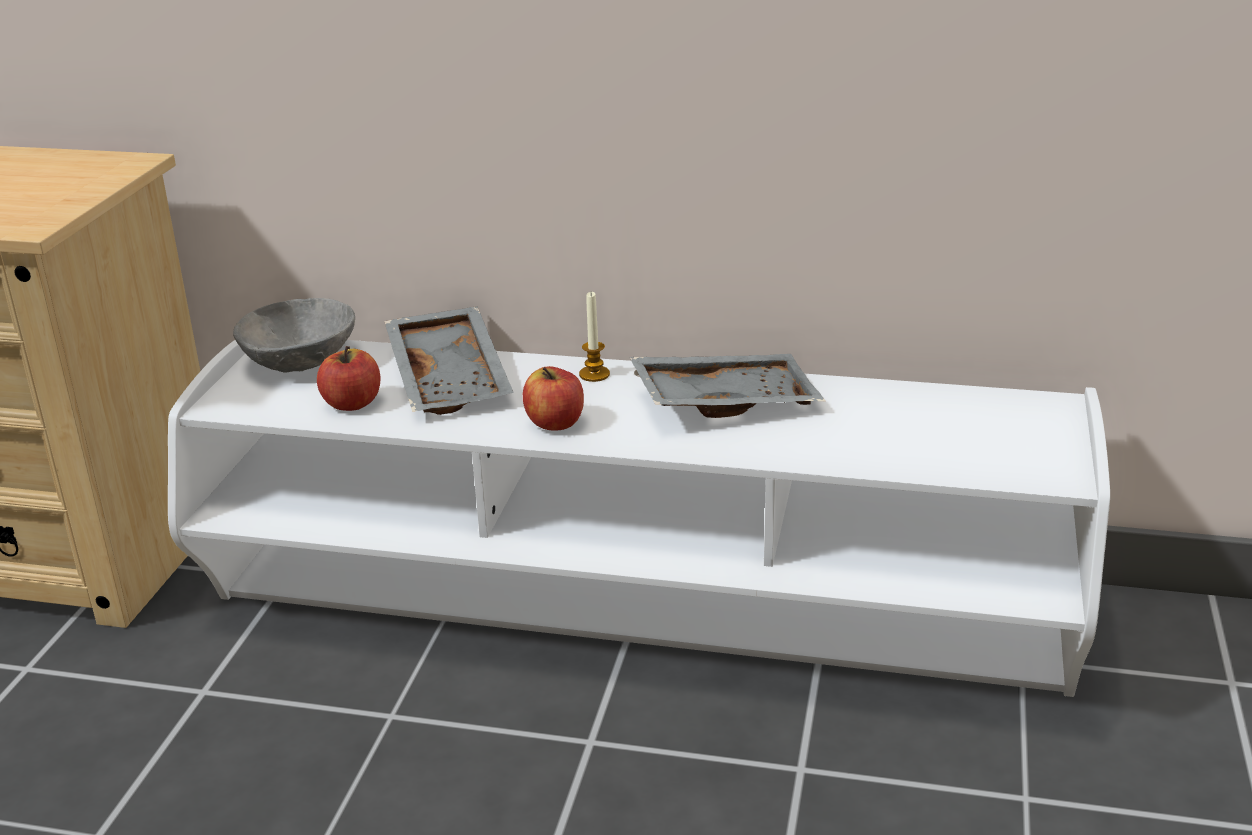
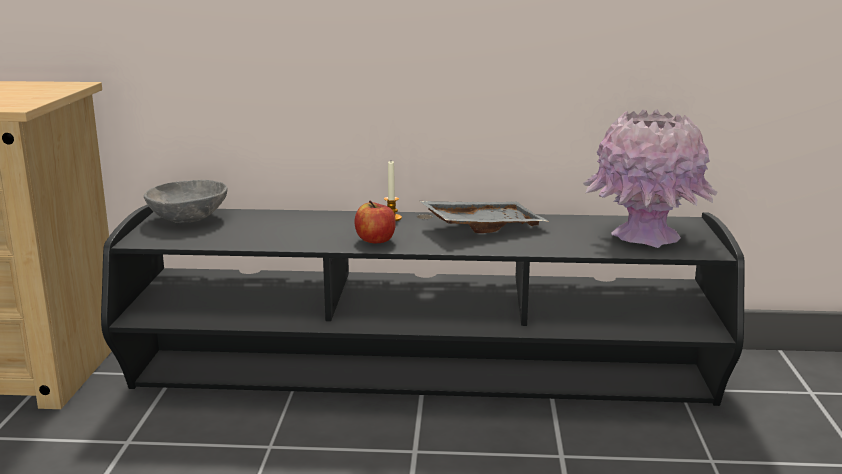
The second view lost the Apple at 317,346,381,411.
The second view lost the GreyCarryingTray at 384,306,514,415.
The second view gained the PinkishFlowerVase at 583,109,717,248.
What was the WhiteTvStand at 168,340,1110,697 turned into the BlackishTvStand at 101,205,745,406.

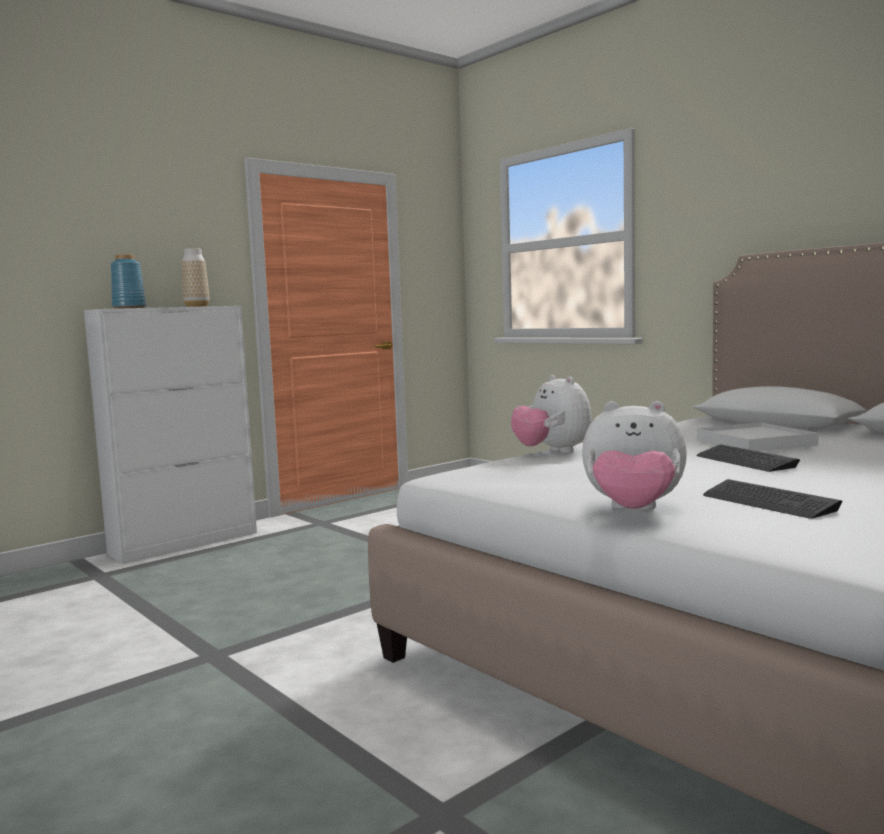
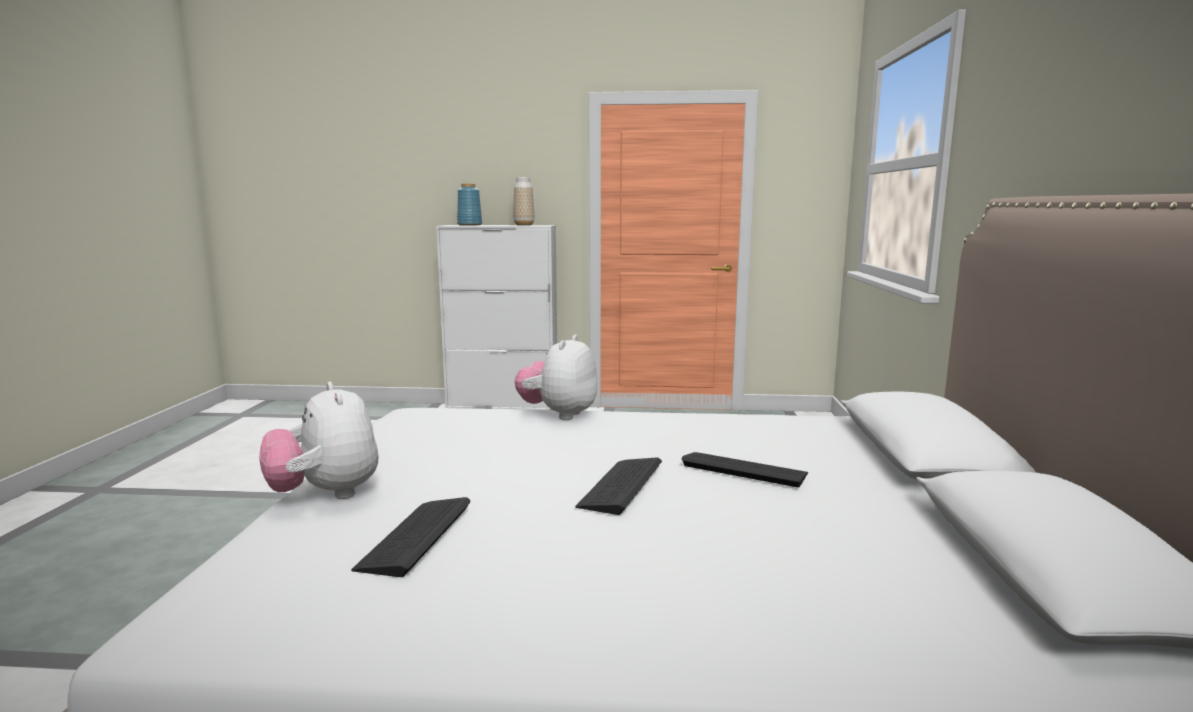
Where the WhiteCarryingTray stood at 697,423,819,452, the PcKeyboard came to stand at 682,452,808,487.

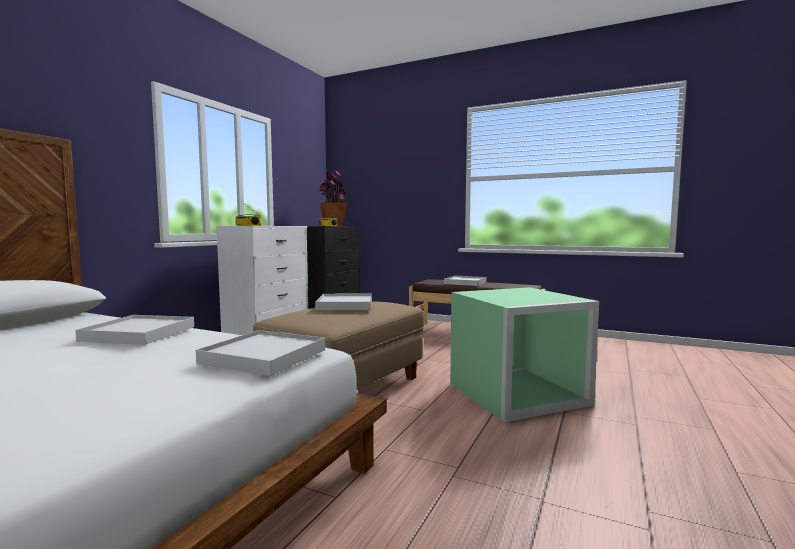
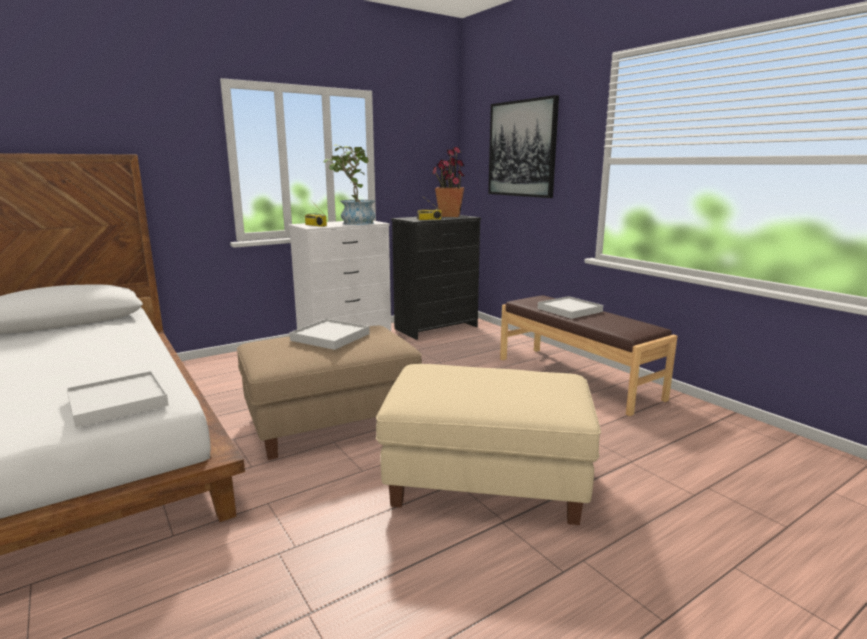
The second view lost the WhiteCarryingTray at 75,315,194,345.
The second view gained the PlantInAPot at 323,144,376,225.
The second view gained the WallArt at 488,95,559,198.
Where the GreenStorageBox stood at 450,287,599,422, the SandColouredOttoman came to stand at 376,364,601,525.

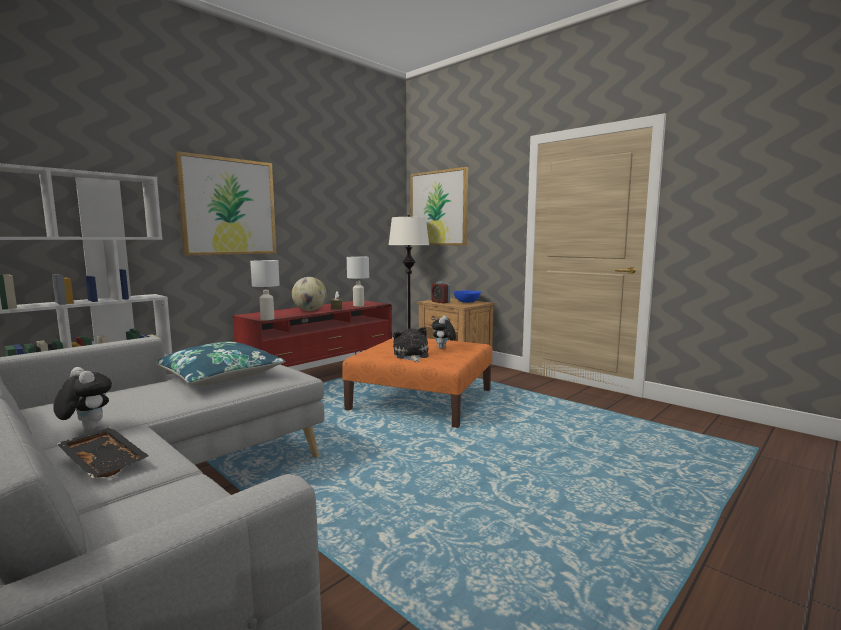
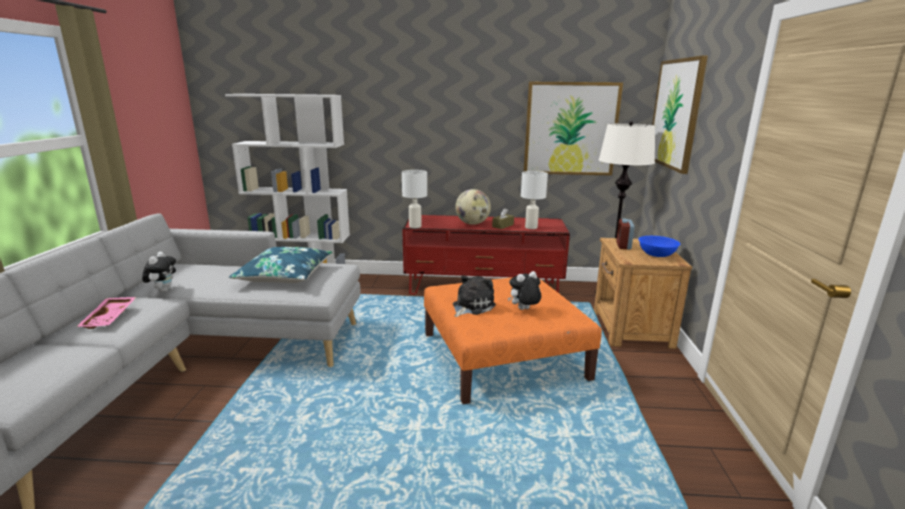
The WallArt ended up elsewhere, having gone from 175,151,276,256 to 523,82,623,176.
What was the BlackishCarryingTray at 56,427,149,478 turned into the PinkishCarryingTray at 76,297,136,329.

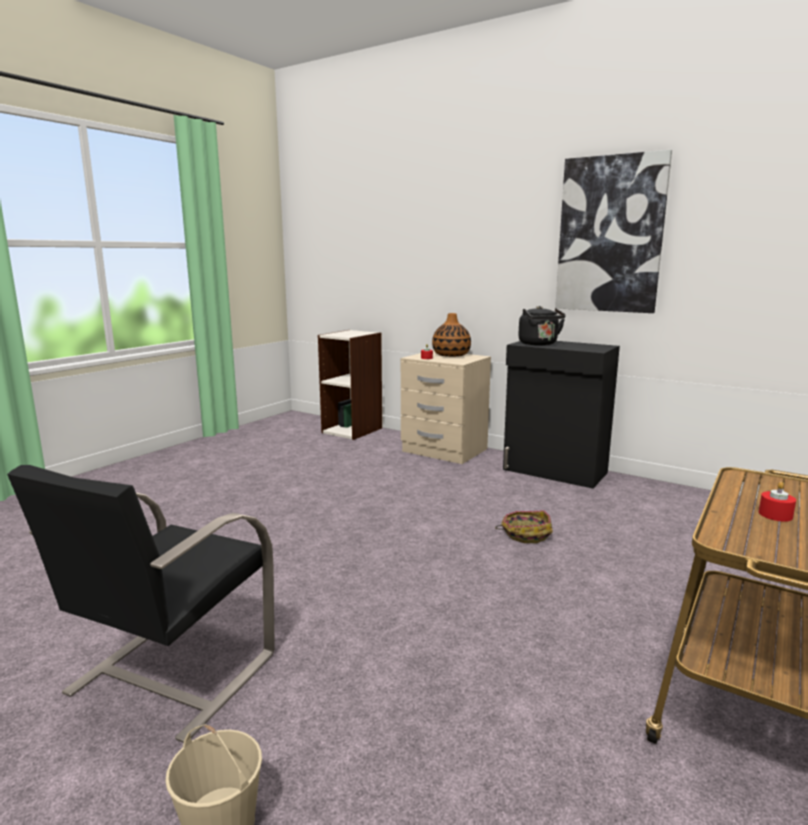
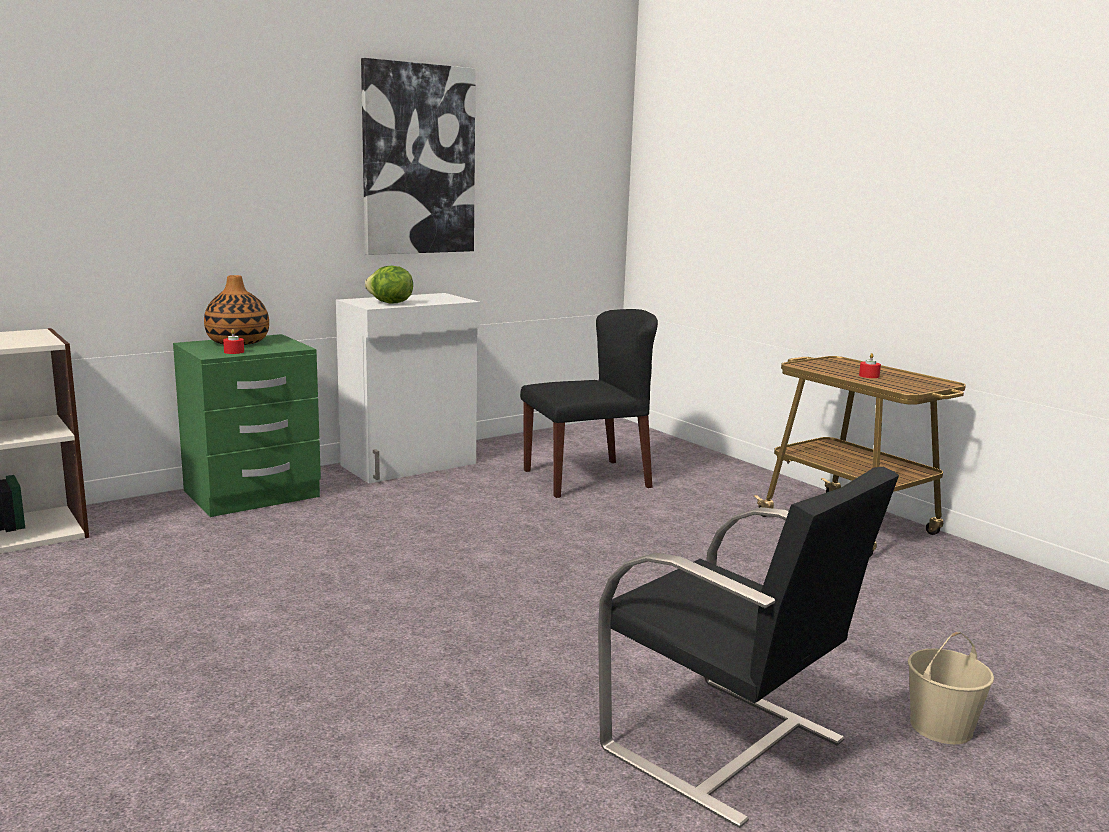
The second view lost the Basket at 495,510,553,543.
The second view gained the BlackishChair at 520,309,658,498.
Where the BlackishWaterKettle stood at 518,306,565,346, the LettuceHead came to stand at 365,266,413,304.
What was the SandColouredNightTable at 401,351,491,464 turned into the GreenNightTable at 173,334,321,517.
What was the BlackishStorageCabinet at 503,341,620,489 turned into the WhiteStorageCabinet at 336,293,480,483.

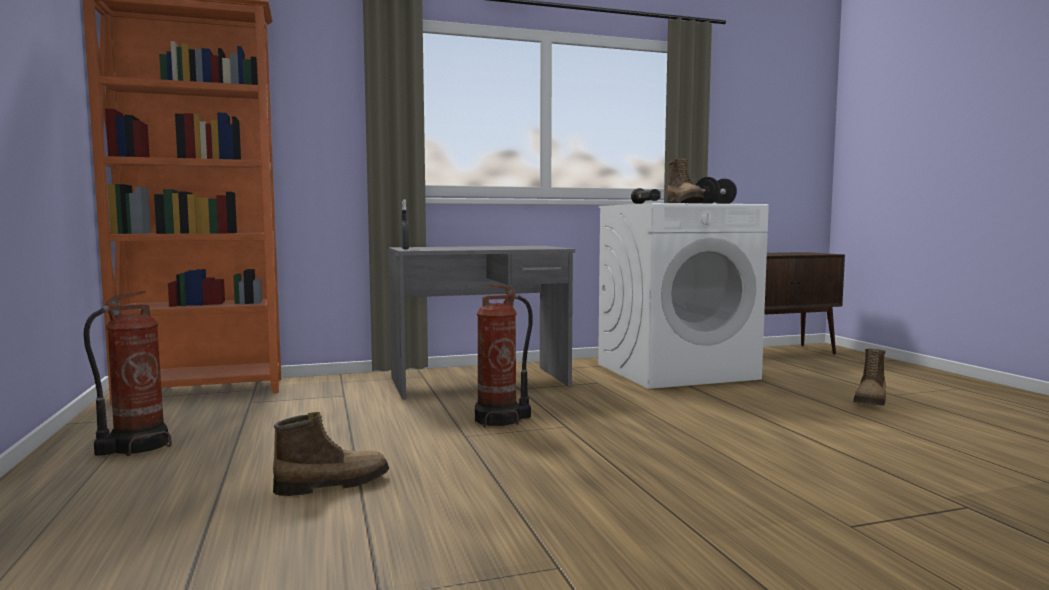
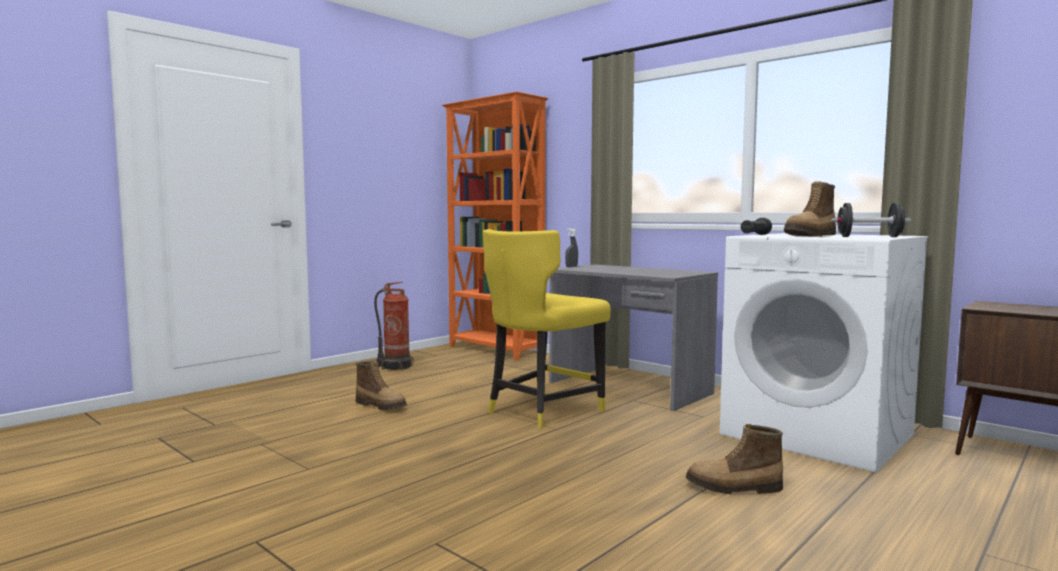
The TallBoot ended up elsewhere, having gone from 853,349,886,406 to 686,424,783,494.
Where the Extinguisher stood at 475,284,533,427, the YellowishChair came to stand at 483,229,611,429.

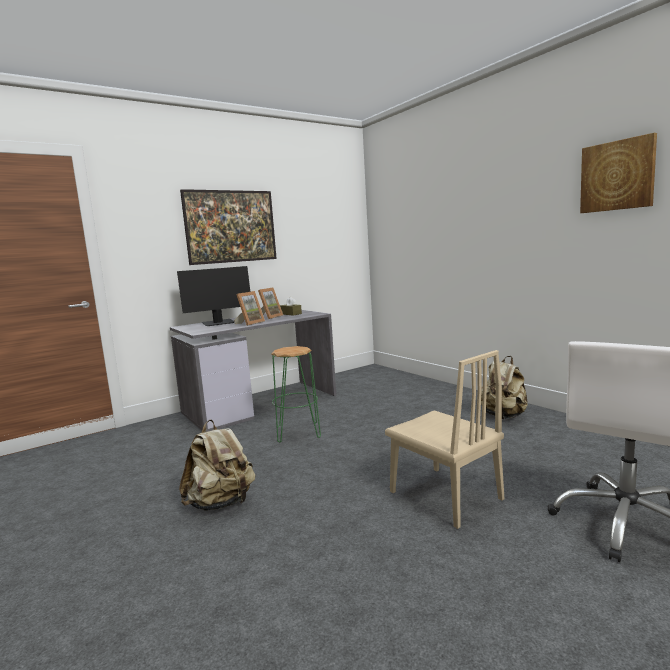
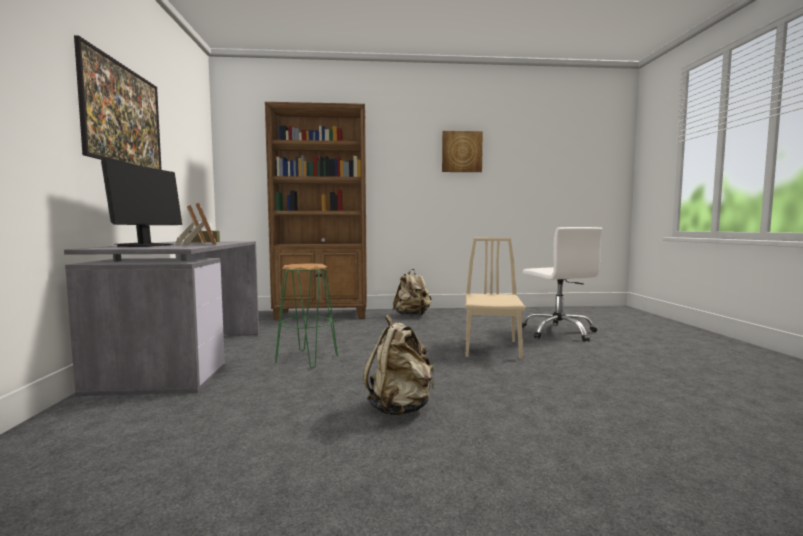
The second view gained the BrownColouredBookcase at 265,102,367,320.
The SandColouredChair at 385,350,504,529 ended up facing another way, 75 degrees counterclockwise from before.

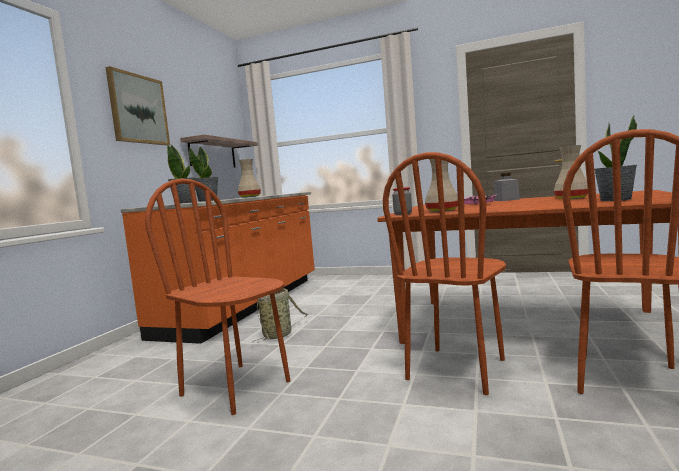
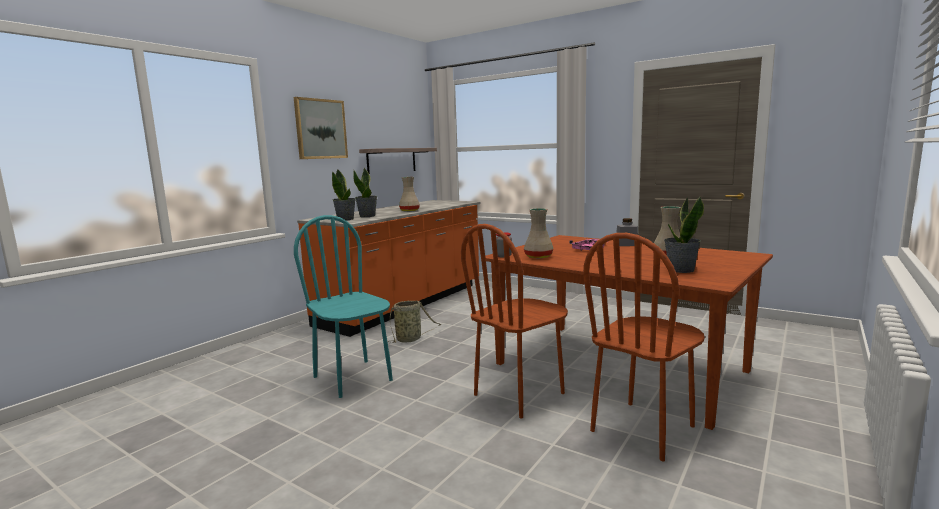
What was the BrownColouredChair at 145,179,290,415 turned into the TurquoiseChair at 294,215,393,398.

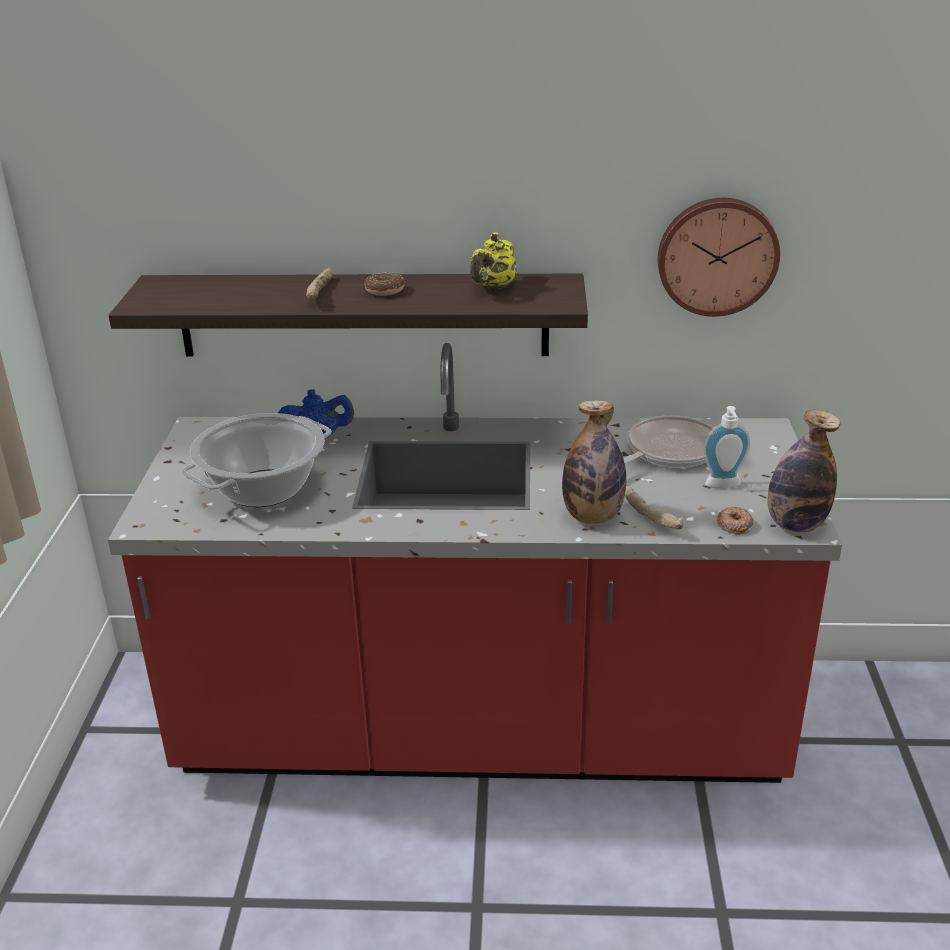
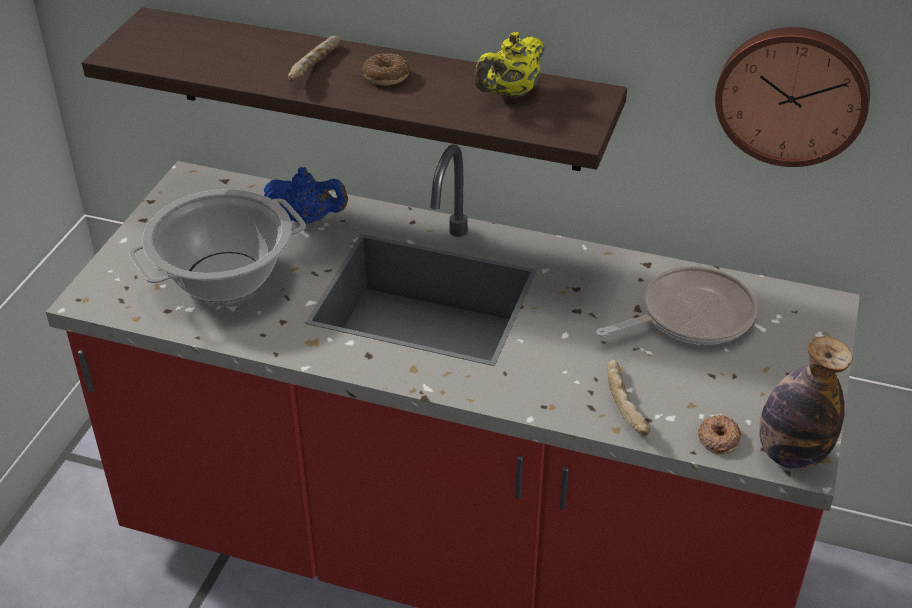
The second view lost the BeverageBottle at 562,400,626,524.
The second view lost the LiquidSoapBottle at 704,406,750,489.

